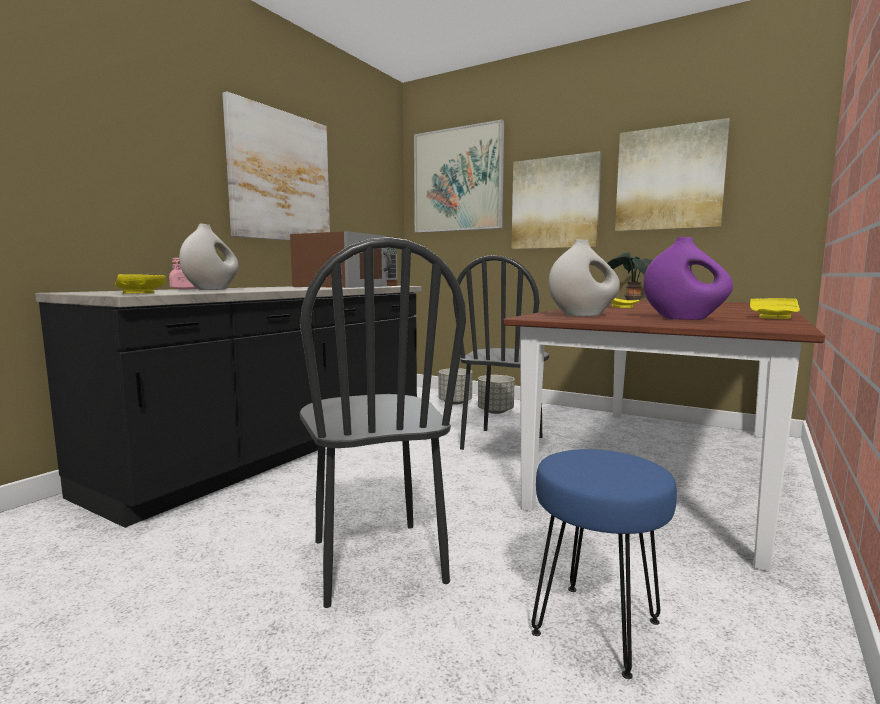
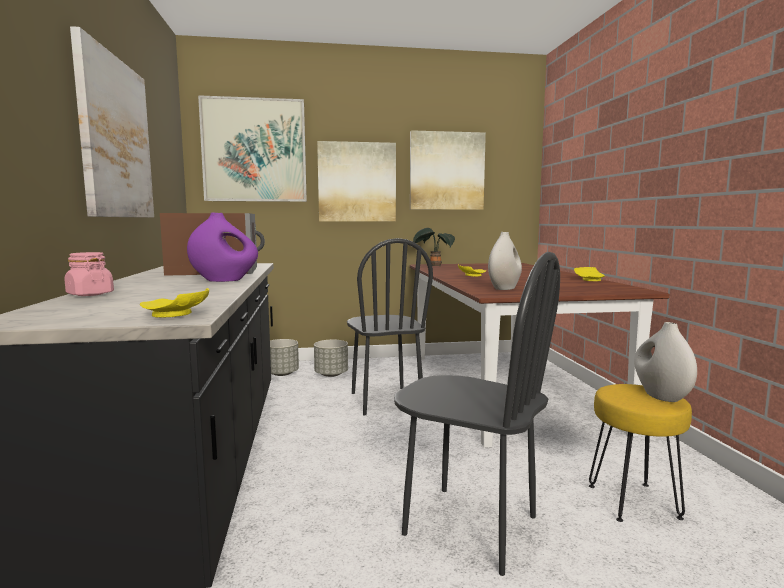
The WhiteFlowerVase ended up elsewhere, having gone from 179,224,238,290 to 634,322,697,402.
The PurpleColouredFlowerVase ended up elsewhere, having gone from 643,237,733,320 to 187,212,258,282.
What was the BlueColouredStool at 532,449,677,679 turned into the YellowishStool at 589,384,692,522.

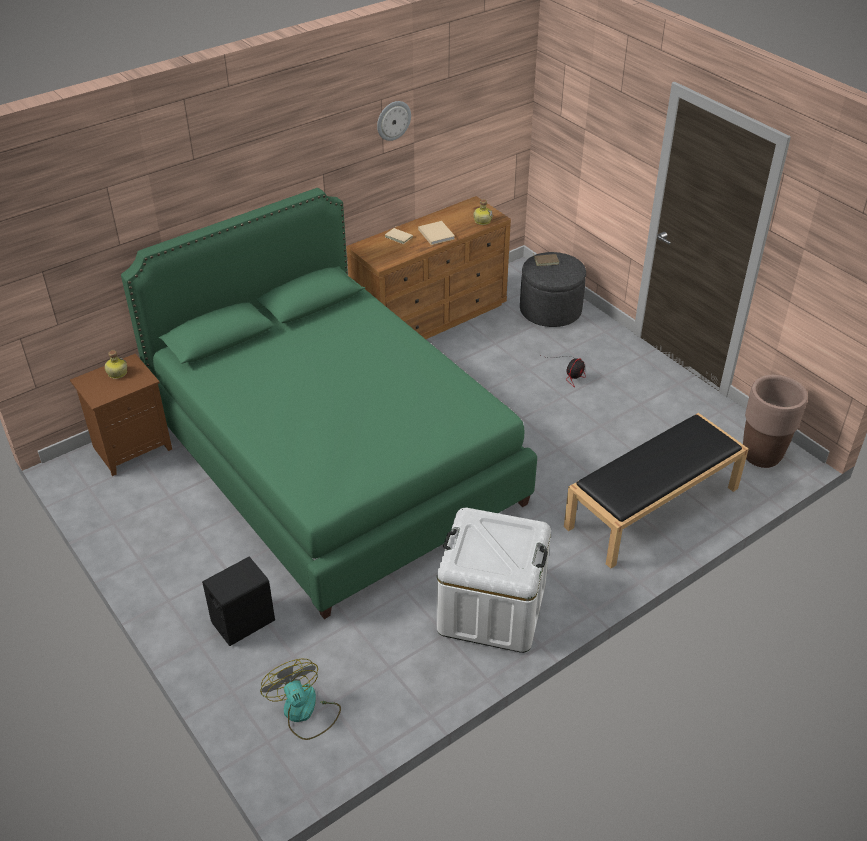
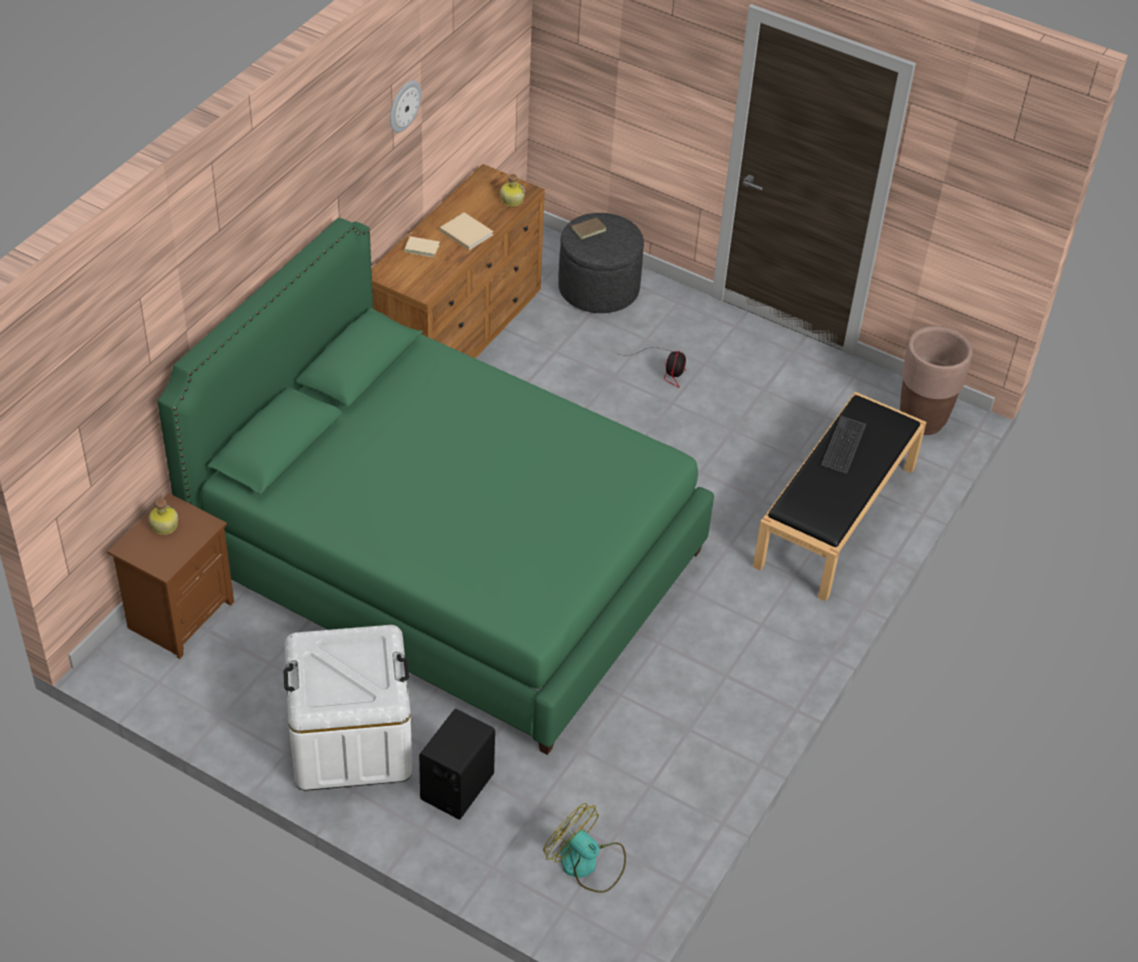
The second view gained the PcKeyboard at 820,416,866,474.
The WhiteStorageBox ended up elsewhere, having gone from 437,507,551,653 to 284,625,412,791.

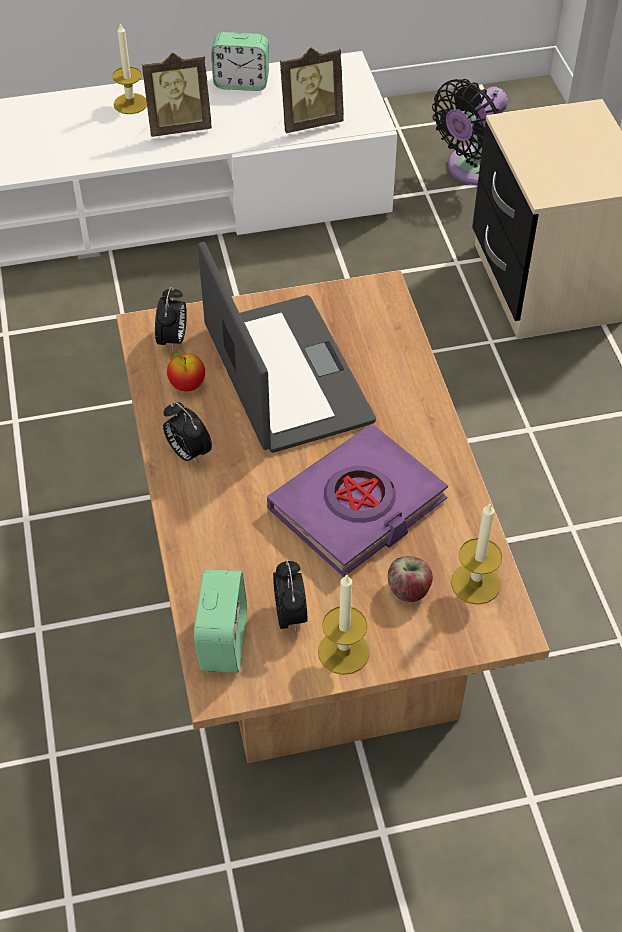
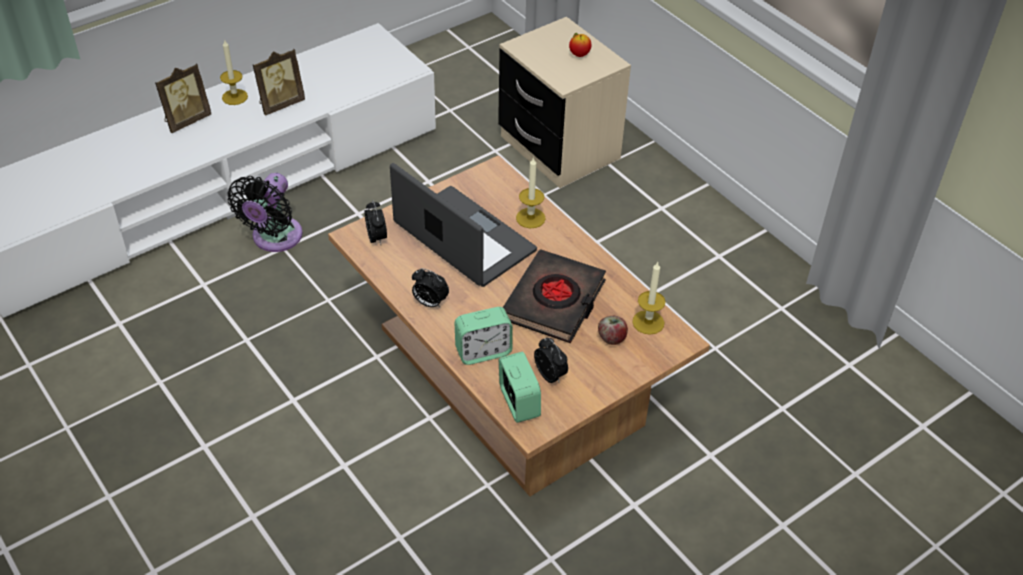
The Apple ended up elsewhere, having gone from 167,352,205,392 to 569,33,591,57.
The BedsideClock ended up elsewhere, having gone from 211,32,269,91 to 455,307,513,365.
The StandingFrame ended up elsewhere, having gone from 280,48,344,133 to 155,64,211,133.
The WaxCandle ended up elsewhere, having gone from 318,574,370,675 to 516,157,546,228.
The BlackishCoolingFan ended up elsewhere, having gone from 432,79,508,185 to 227,173,303,252.
What was the PurpleColouredBoundBook at 267,424,448,577 turned into the BlackishBoundBook at 503,249,606,343.

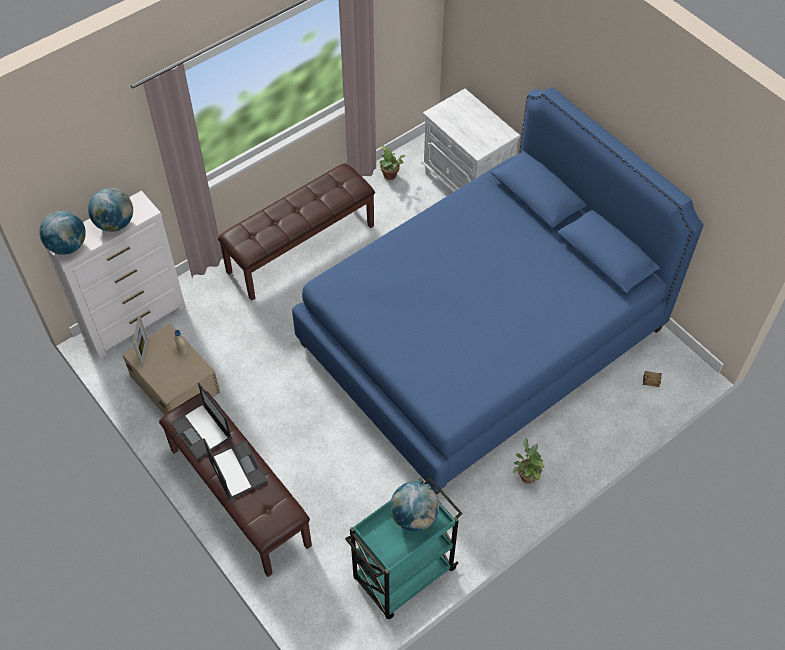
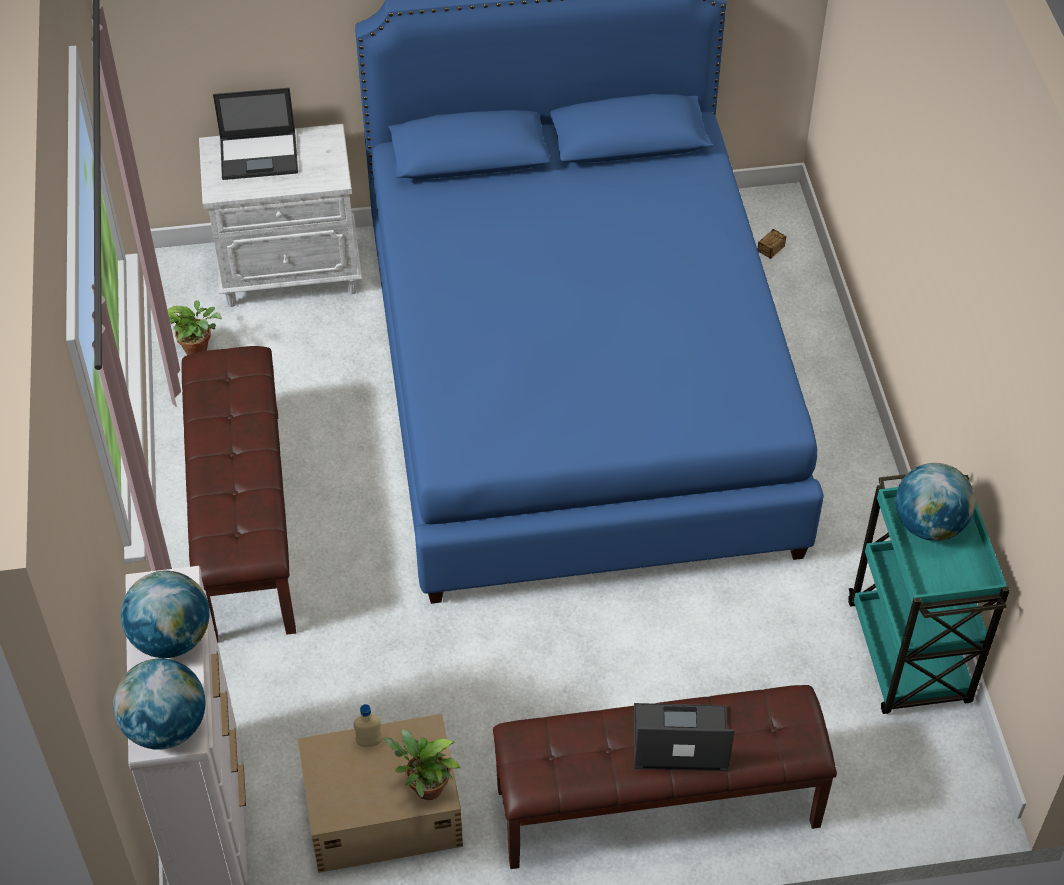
The second view lost the StandingFrame at 133,316,148,367.
The PortableComputer ended up elsewhere, having gone from 170,382,232,460 to 213,88,298,180.
The PlantInAPot ended up elsewhere, having gone from 513,438,545,484 to 383,729,461,800.

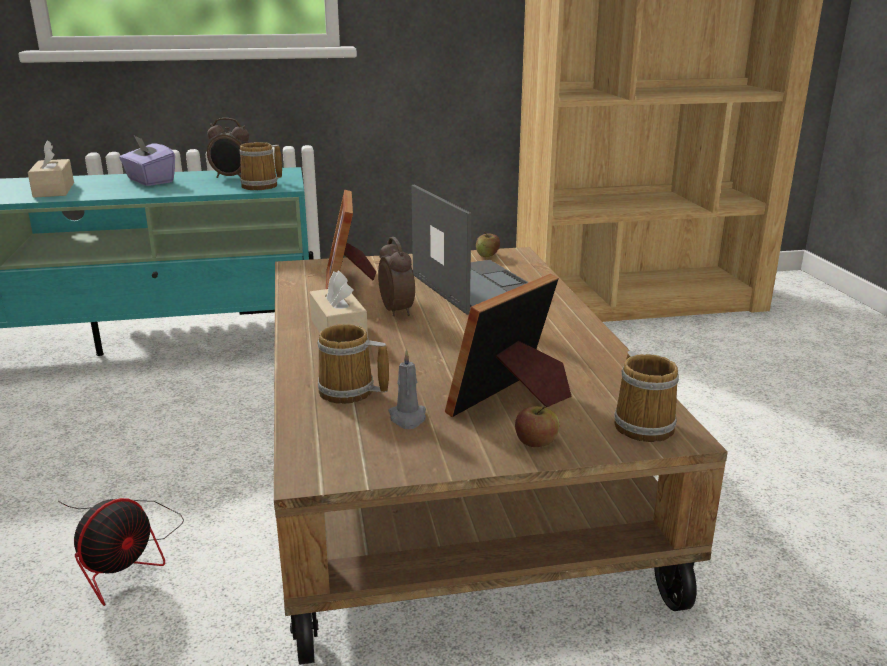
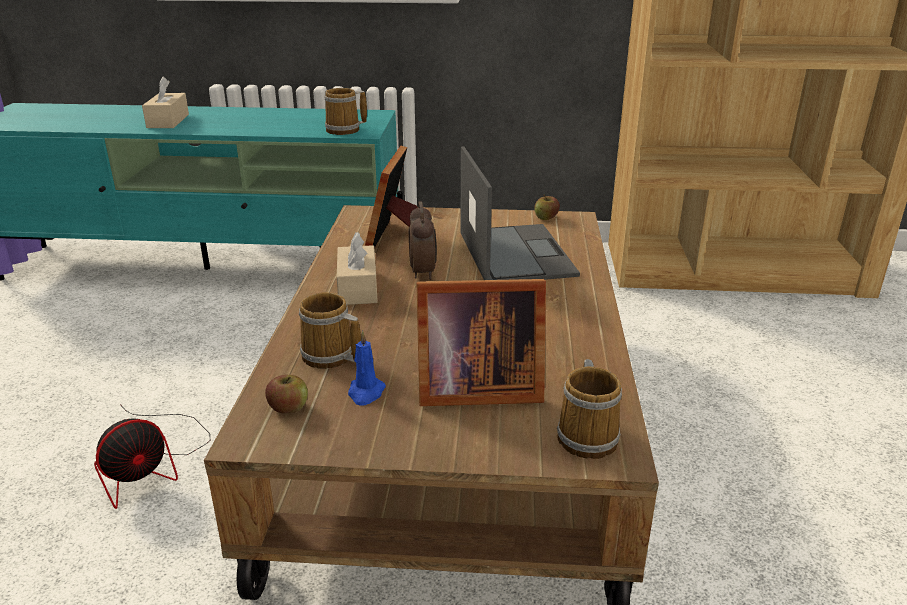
The second view lost the PurpleColouredBoxOfTissues at 119,136,175,186.
The second view lost the BedsideClock at 207,118,249,178.
The Apple ended up elsewhere, having gone from 515,406,559,447 to 265,375,308,413.
What was the GreyWaxCandle at 389,349,426,429 turned into the BlueColouredWaxCandle at 348,330,386,406.
The StandingFrame at 445,274,572,417 ended up facing another way, 150 degrees counterclockwise from before.

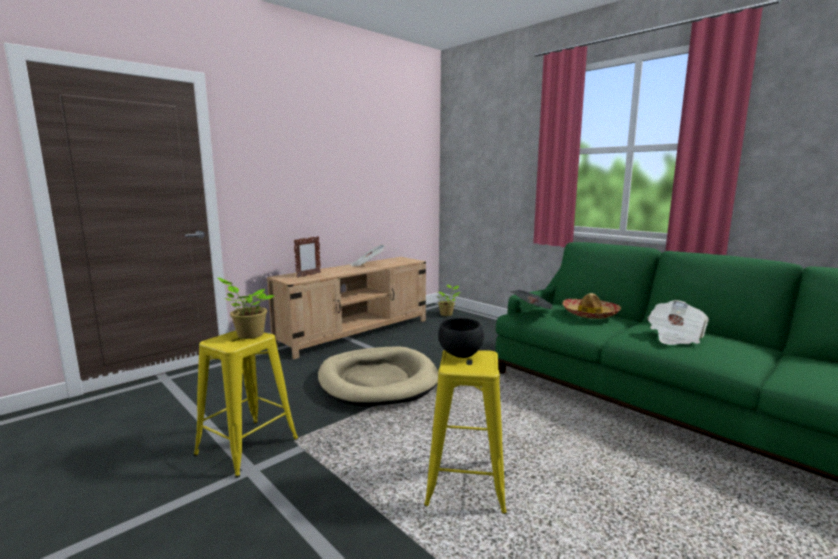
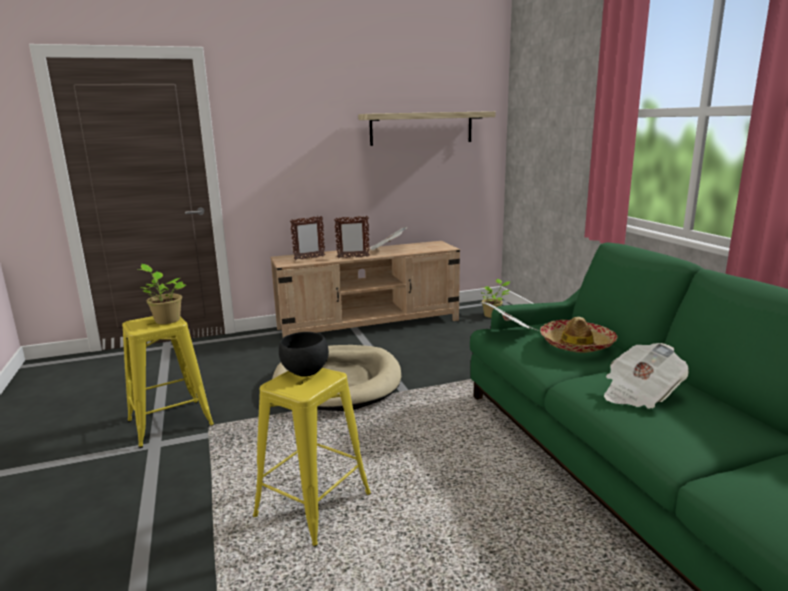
The second view gained the StandingFrame at 334,216,370,258.
The second view gained the WallShelf at 358,111,496,146.

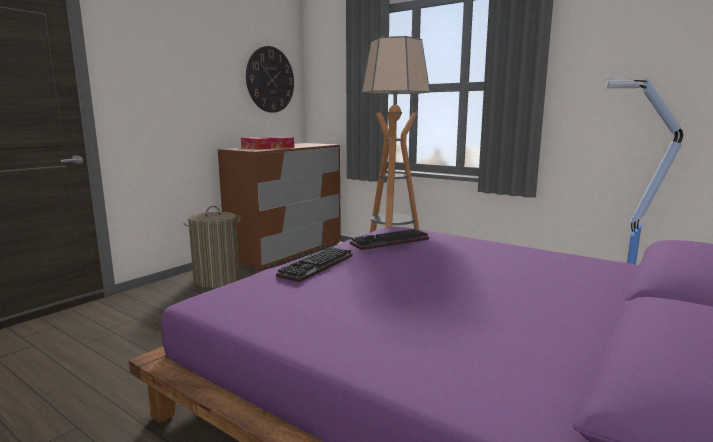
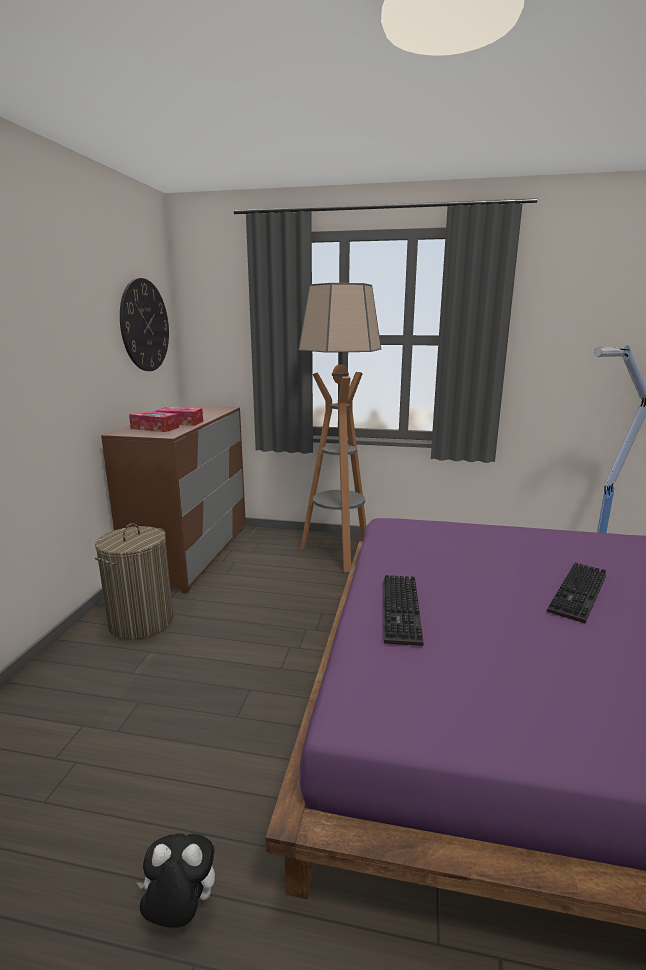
The second view gained the CuddlyToy at 137,833,215,928.
The PcKeyboard ended up elsewhere, having gone from 350,229,429,250 to 547,562,606,623.

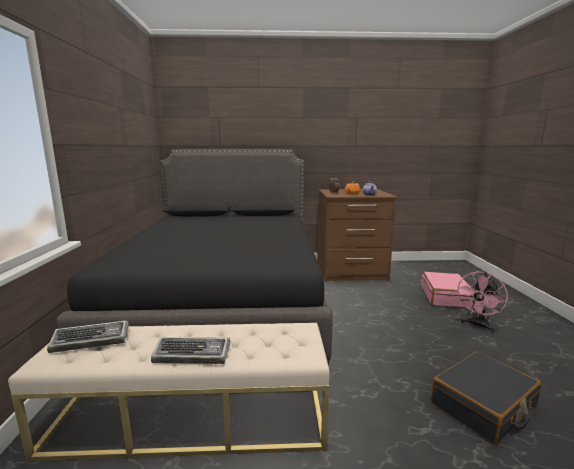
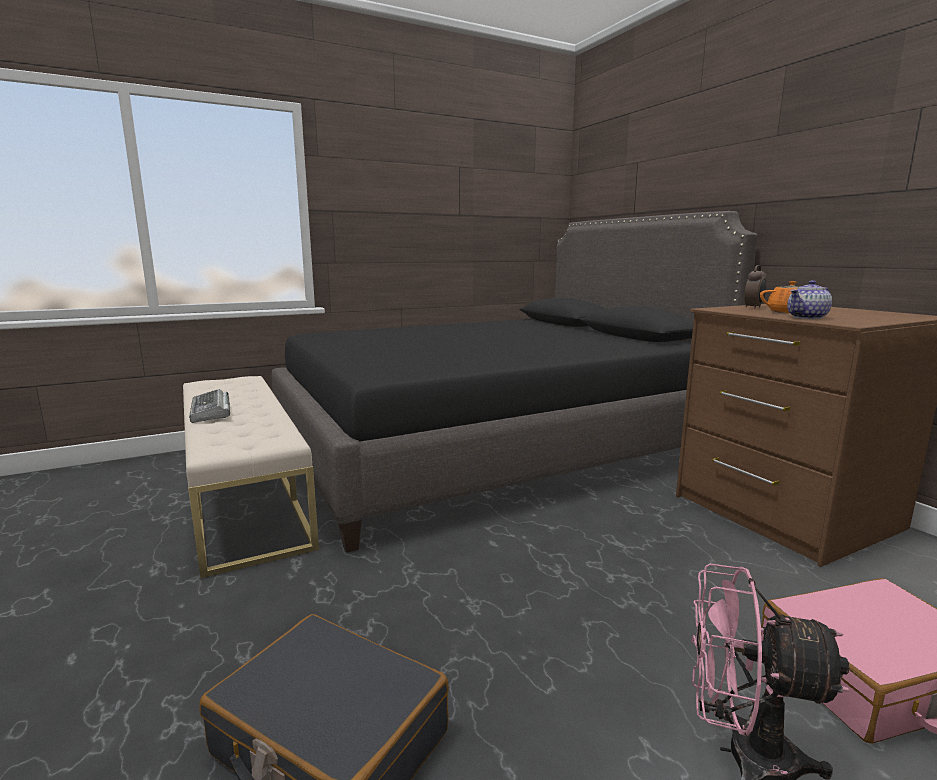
The second view lost the PcKeyboard at 47,321,129,353.

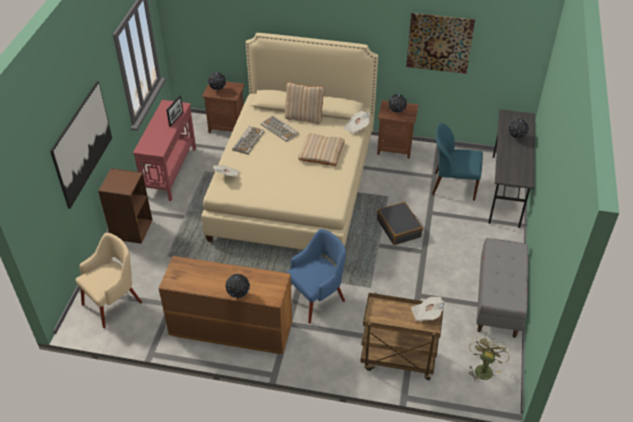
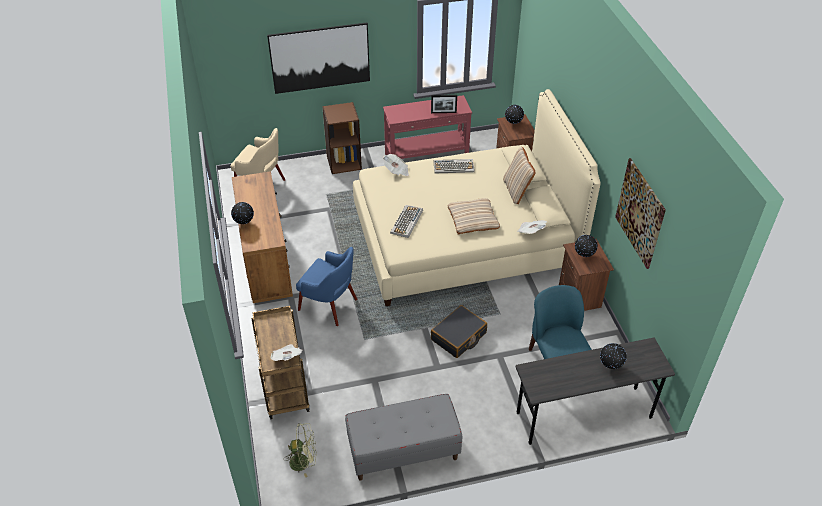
The PcKeyboard ended up elsewhere, having gone from 261,115,298,142 to 390,205,423,238.

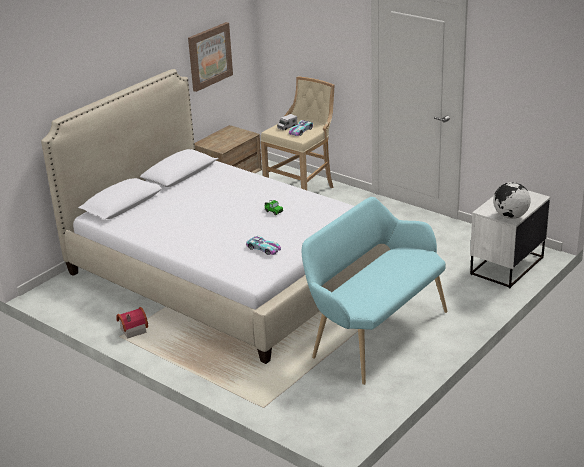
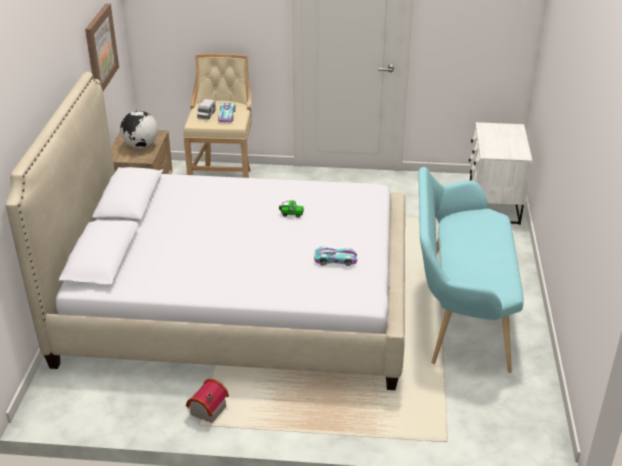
The WorldGlobe ended up elsewhere, having gone from 493,182,531,219 to 120,111,158,149.

